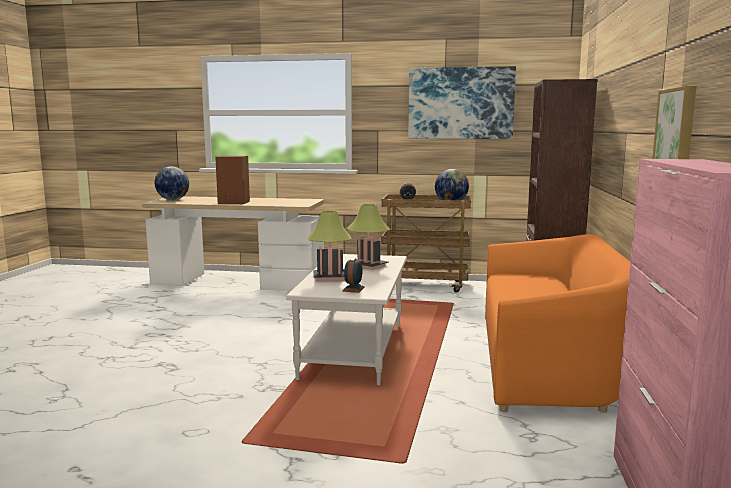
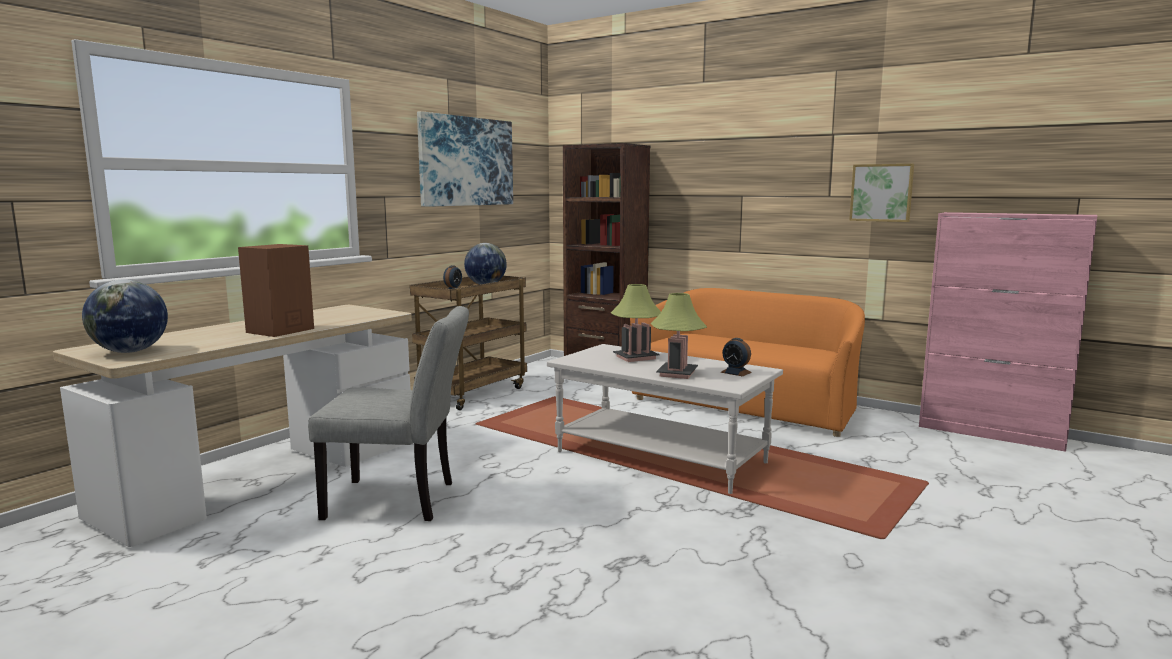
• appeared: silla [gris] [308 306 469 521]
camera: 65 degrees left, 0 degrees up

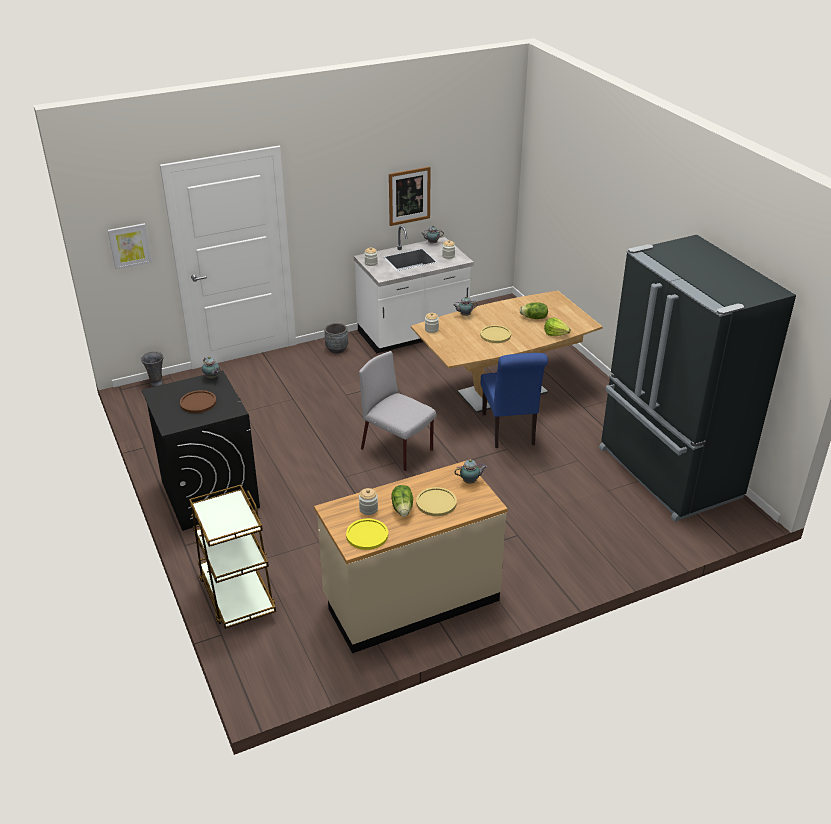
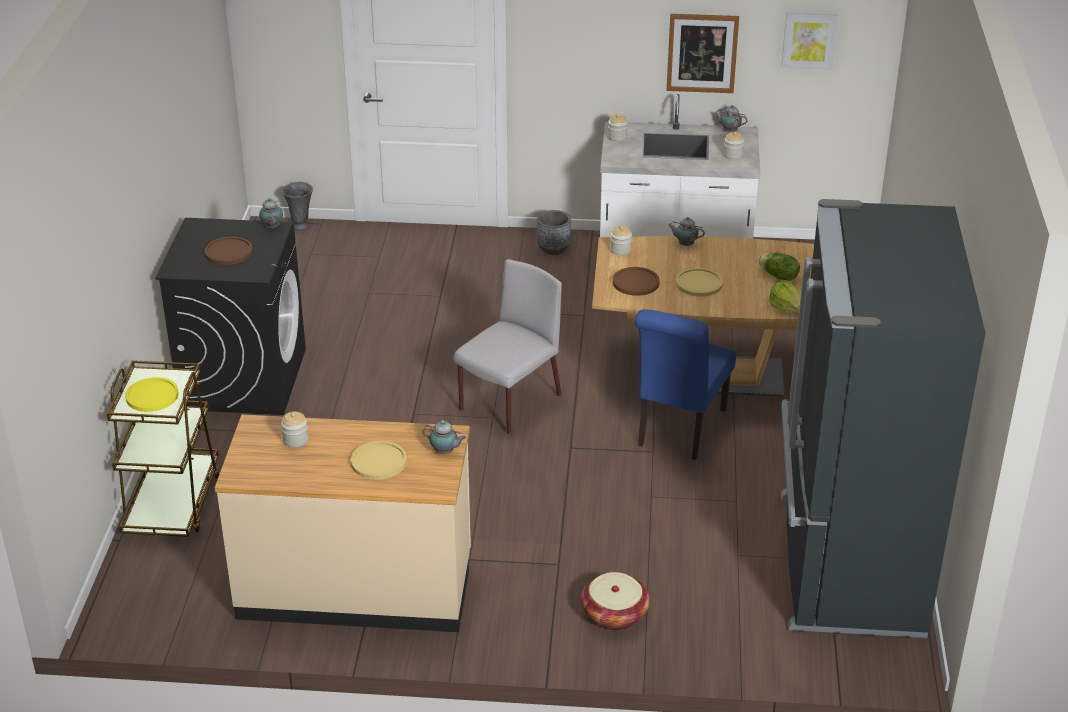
• missing: lechuga [391 485 413 517]
• appeared: cesta [581 572 650 630]
• appeared: plato [marrón] [613 267 660 296]
• relocated: cuadro [108 223 152 270] to [781 13 838 70]
• relocated: plato [amarillo] [346 519 388 550] to [125 377 179 412]
• spun: silla [gris] [359 351 437 471] = [453 259 562 435] 60 degrees clockwise
camera: 30 degrees right, 0 degrees up

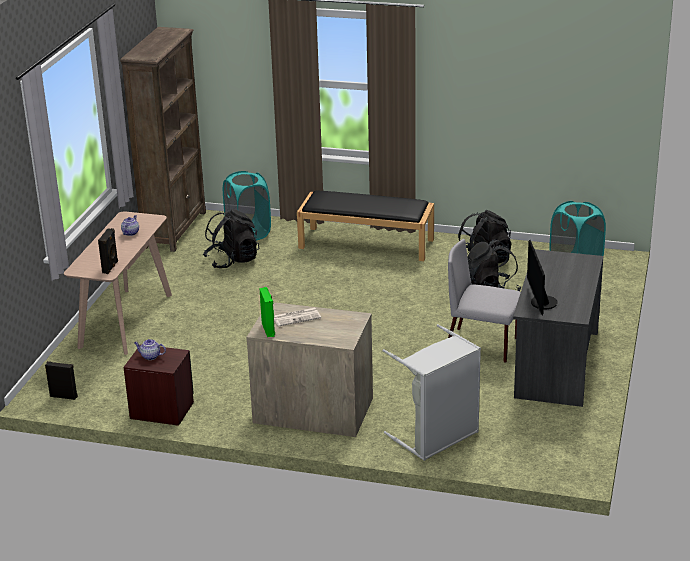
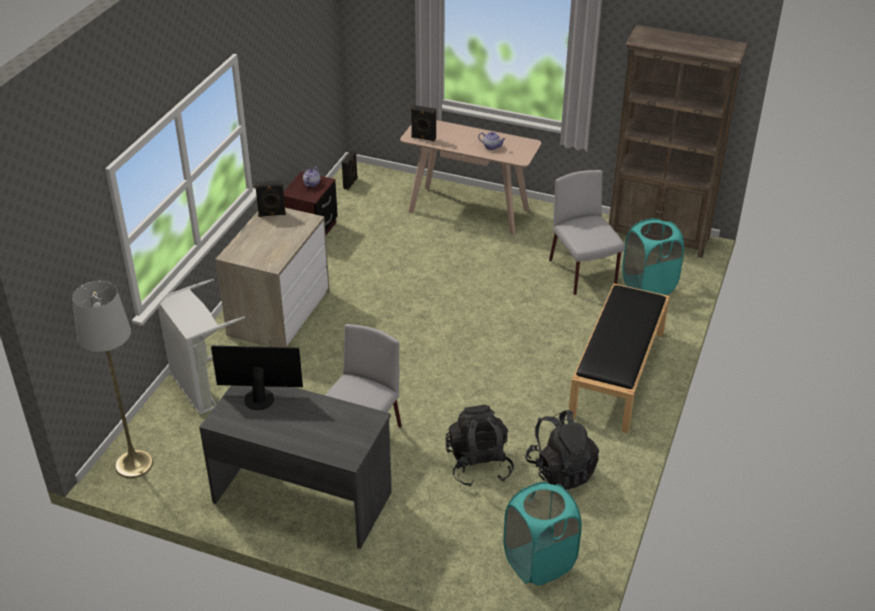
• missing: periódico [274 308 321 326]
• appeared: lámpara de pie [gris] [72 281 153 478]
• exchanged: mochila [negro] [203 209 259 268] to silla [gris] [549 170 625 295]
• colour: altavoz [verde] [259 287 275 337] to altavoz [negro] [255 180 286 217]
camera: 95 degrees right, 10 degrees up

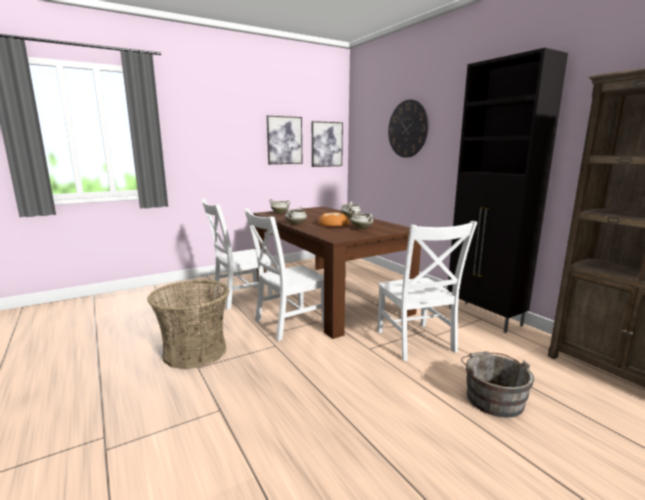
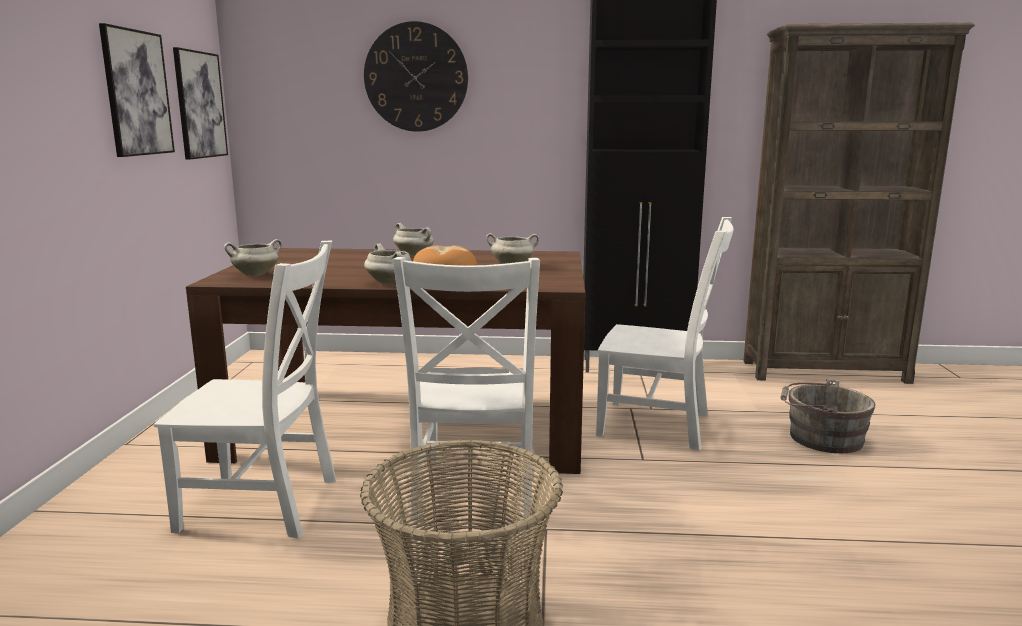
• spun: silla [blanco] [201 199 273 310] = [154 240 336 539] 90 degrees counterclockwise
camera: 55 degrees left, 0 degrees up

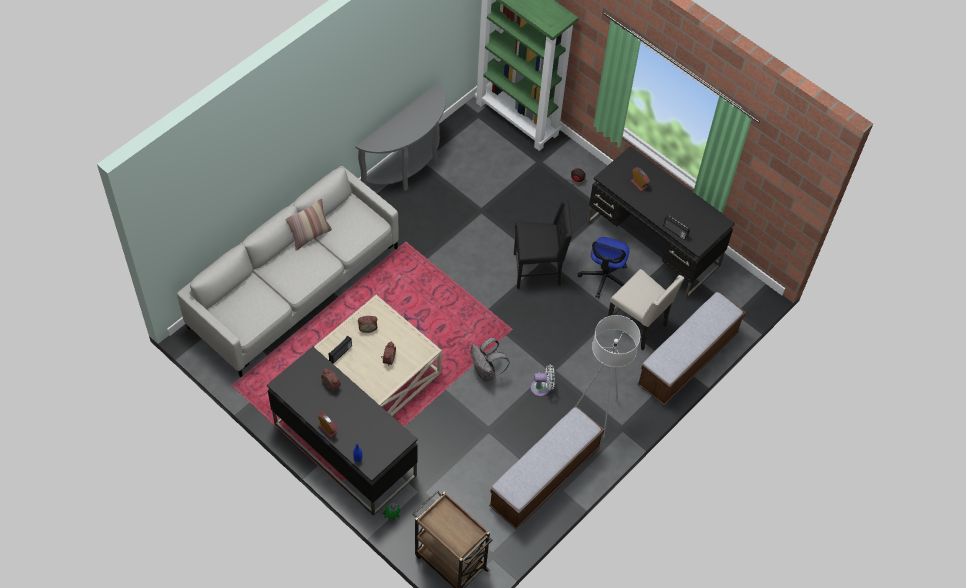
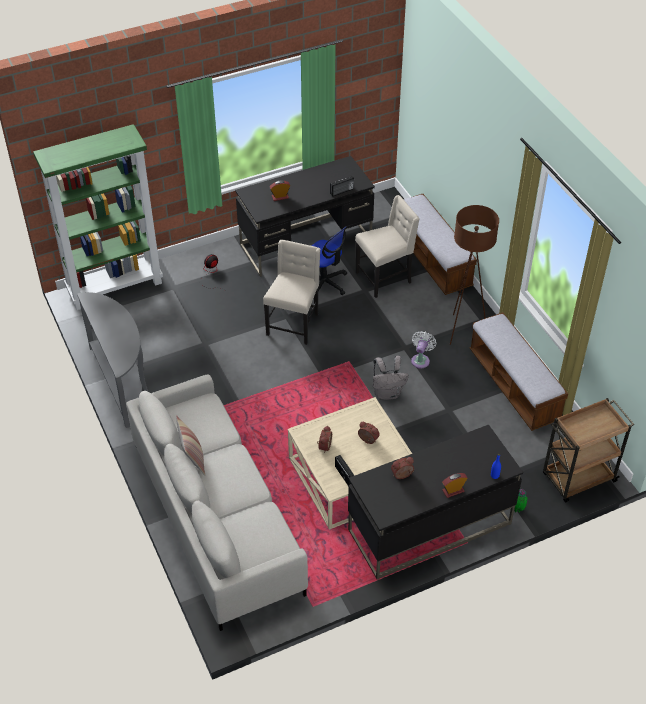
• colour: silla [negro] [514 201 572 289] to silla [beis] [263 240 320 345]
• colour: lámpara de pie [blanco] [575 315 640 438] to lámpara de pie [marrón] [450 205 499 345]
camera: 65 degrees left, 10 degrees down

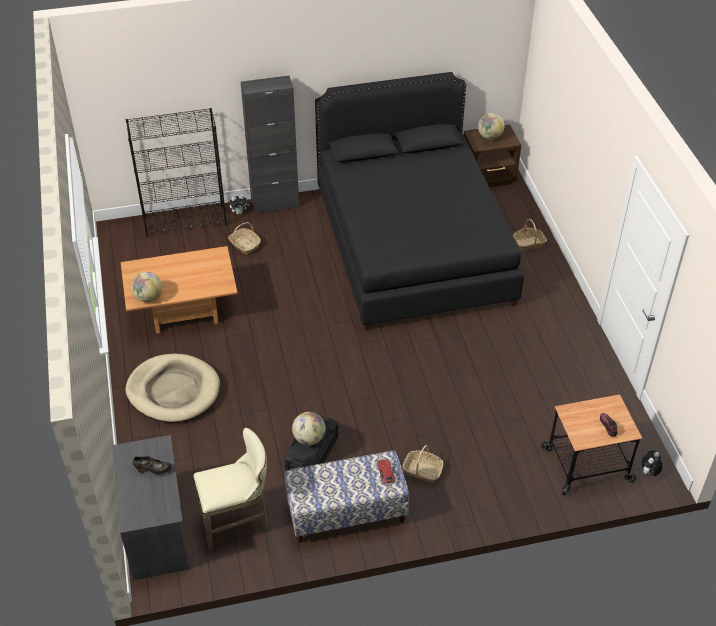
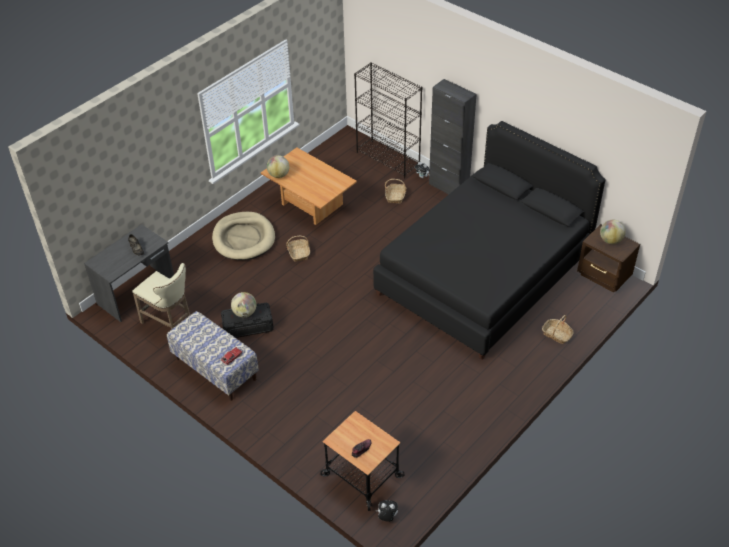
• relocated: cesta [403 445 444 483] to [286 236 310 262]
camera: 55 degrees right, 0 degrees up

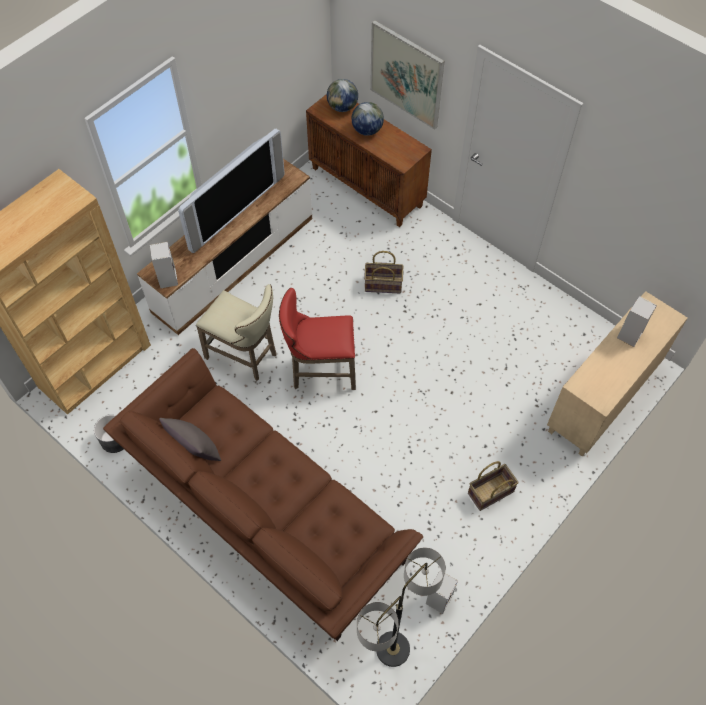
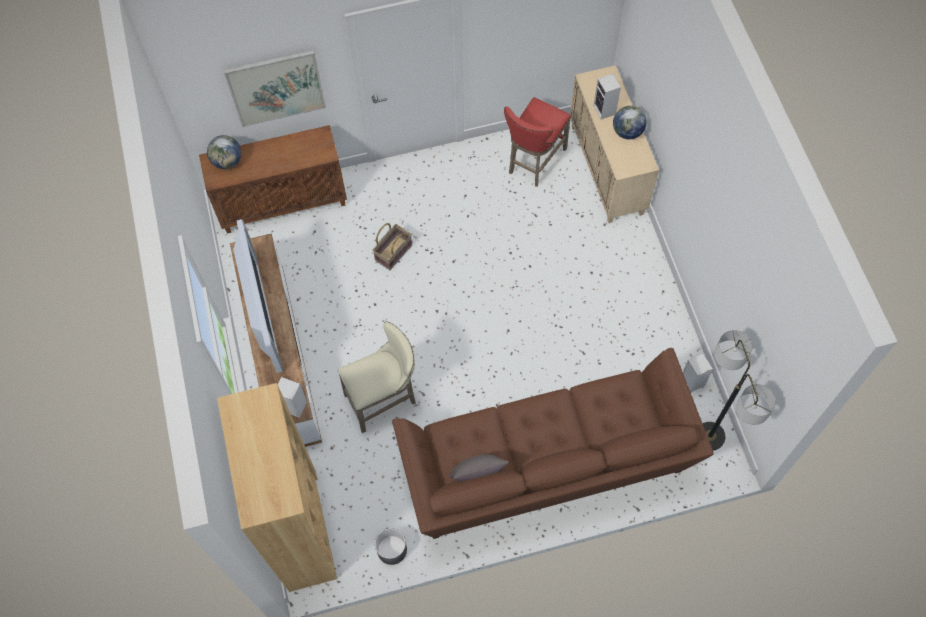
• missing: cesta [468 461 519 511]
• relocated: taburete [rojo] [279 288 356 390] to [504 97 571 187]
• relocated: globo terráqueo [351 102 384 136] to [613 106 647 140]
camera: 55 degrees left, 5 degrees up

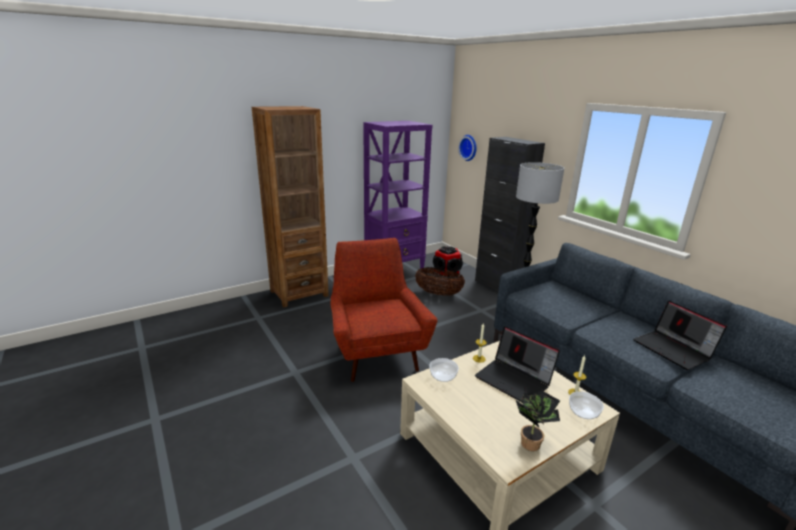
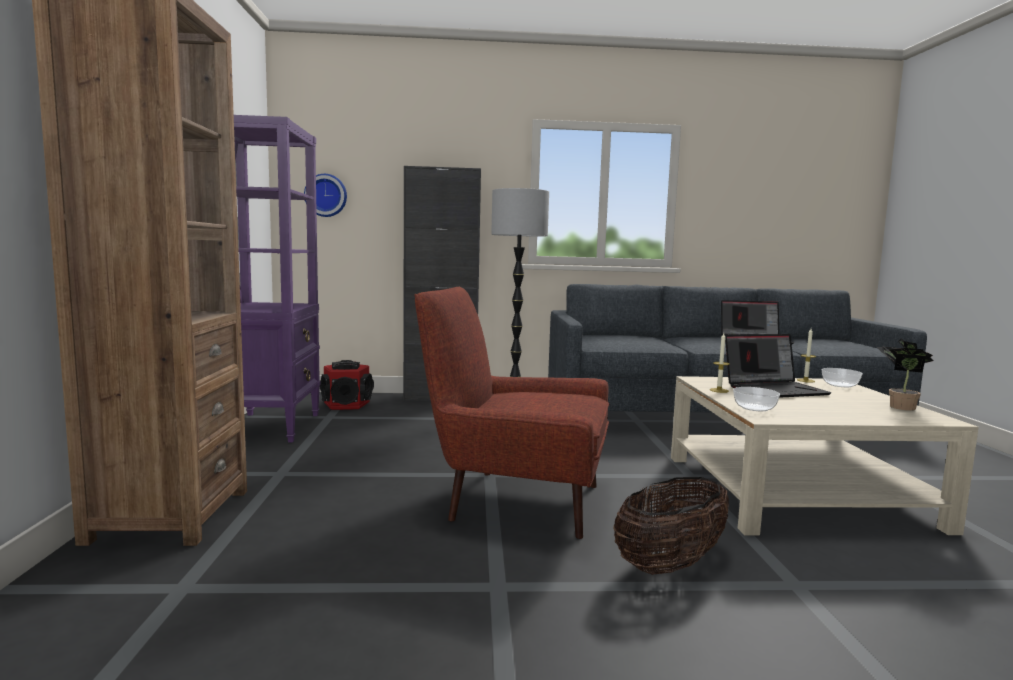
• relocated: cesta [415 267 465 296] to [613 477 729 575]
camera: 60 degrees left, 15 degrees down

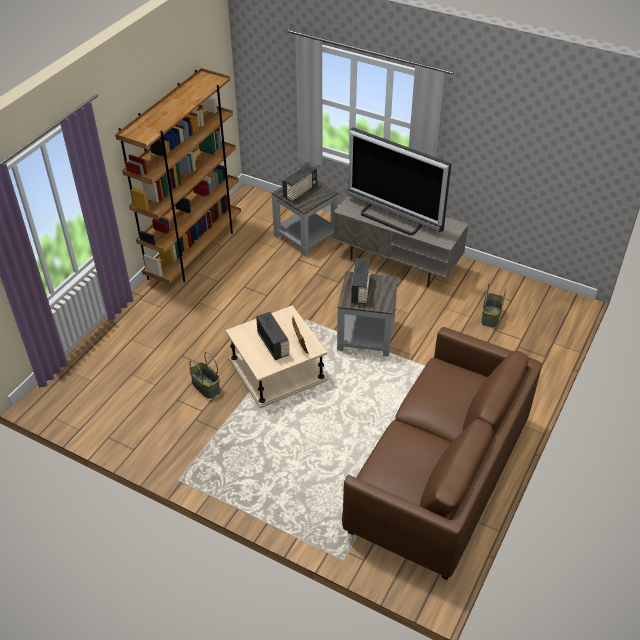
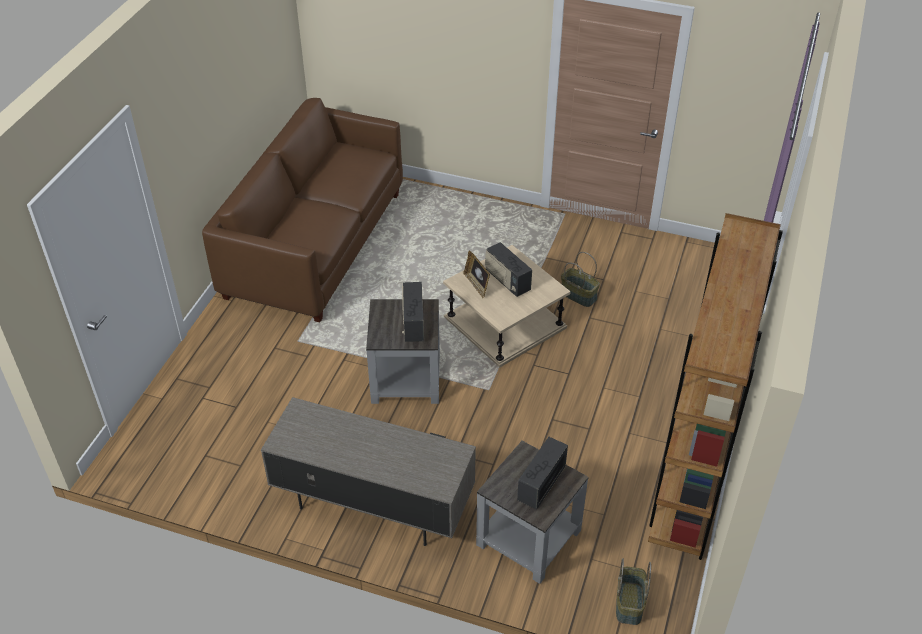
• missing: televisor [348 127 452 235]
• relocated: cesta [481 284 506 327] to [616 558 651 625]
camera: 170 degrees right, 0 degrees up

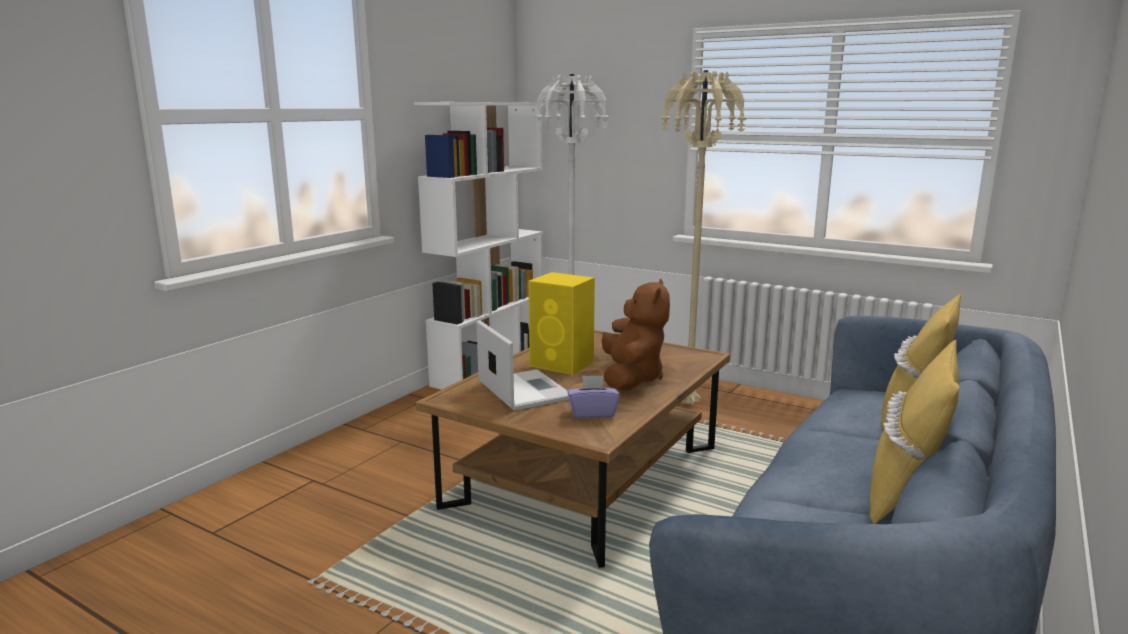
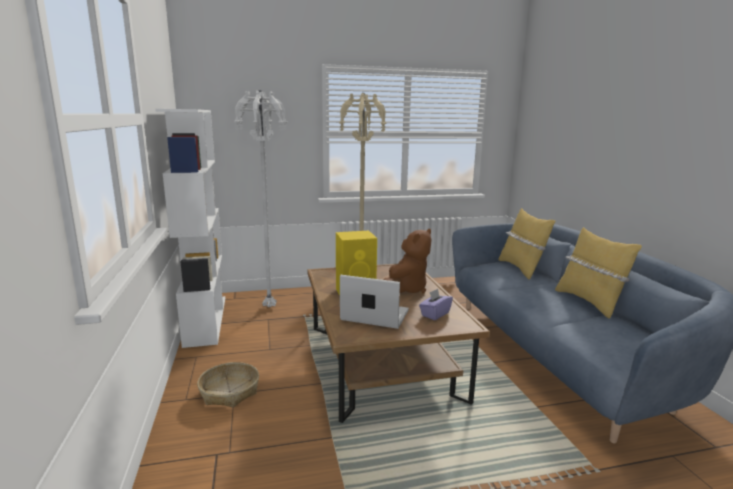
• appeared: cesta [197 362 259 407]
• spun: peluche [marrón] [602 279 670 391] = [383 229 431 293] 75 degrees clockwise
camera: 45 degrees left, 0 degrees up

